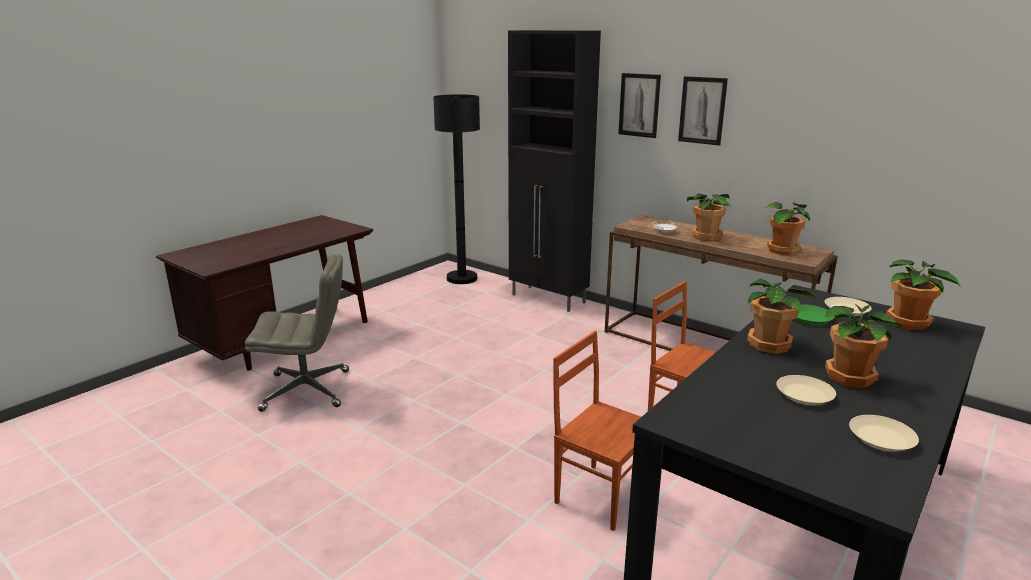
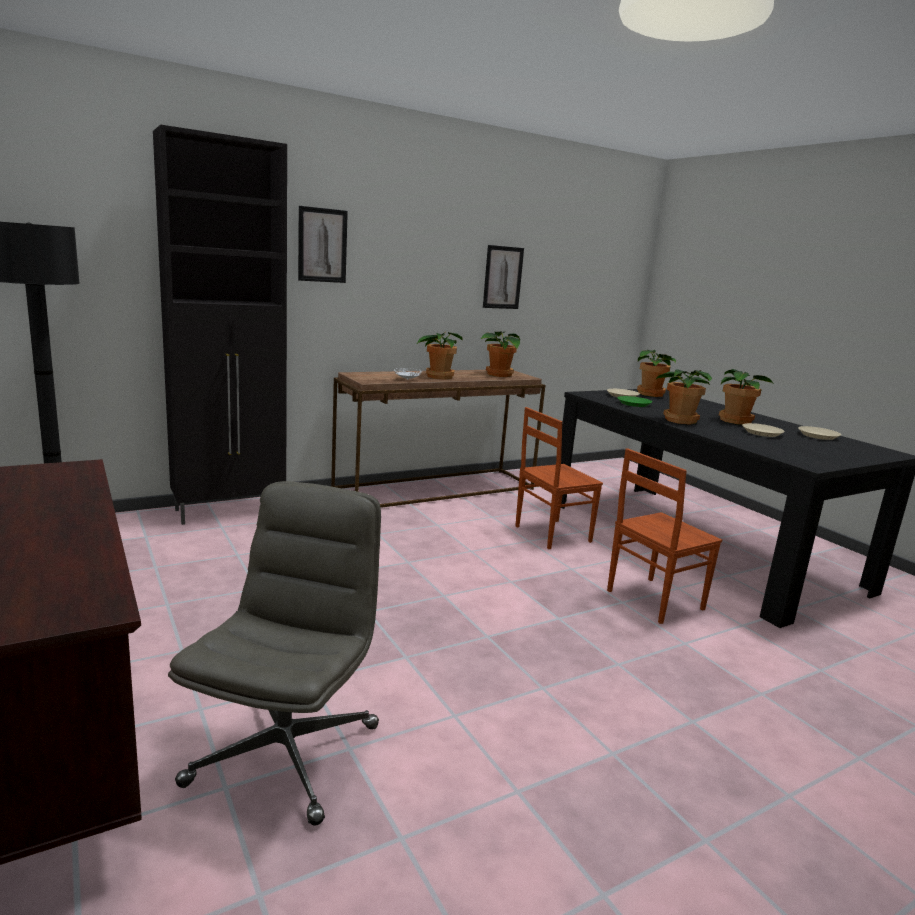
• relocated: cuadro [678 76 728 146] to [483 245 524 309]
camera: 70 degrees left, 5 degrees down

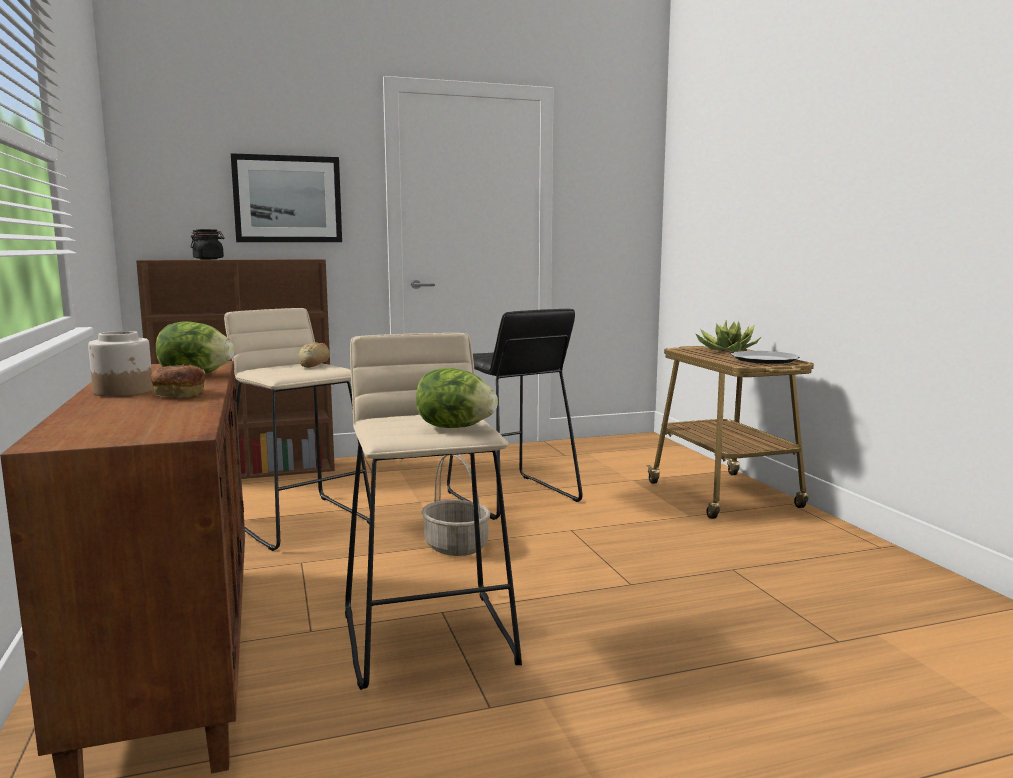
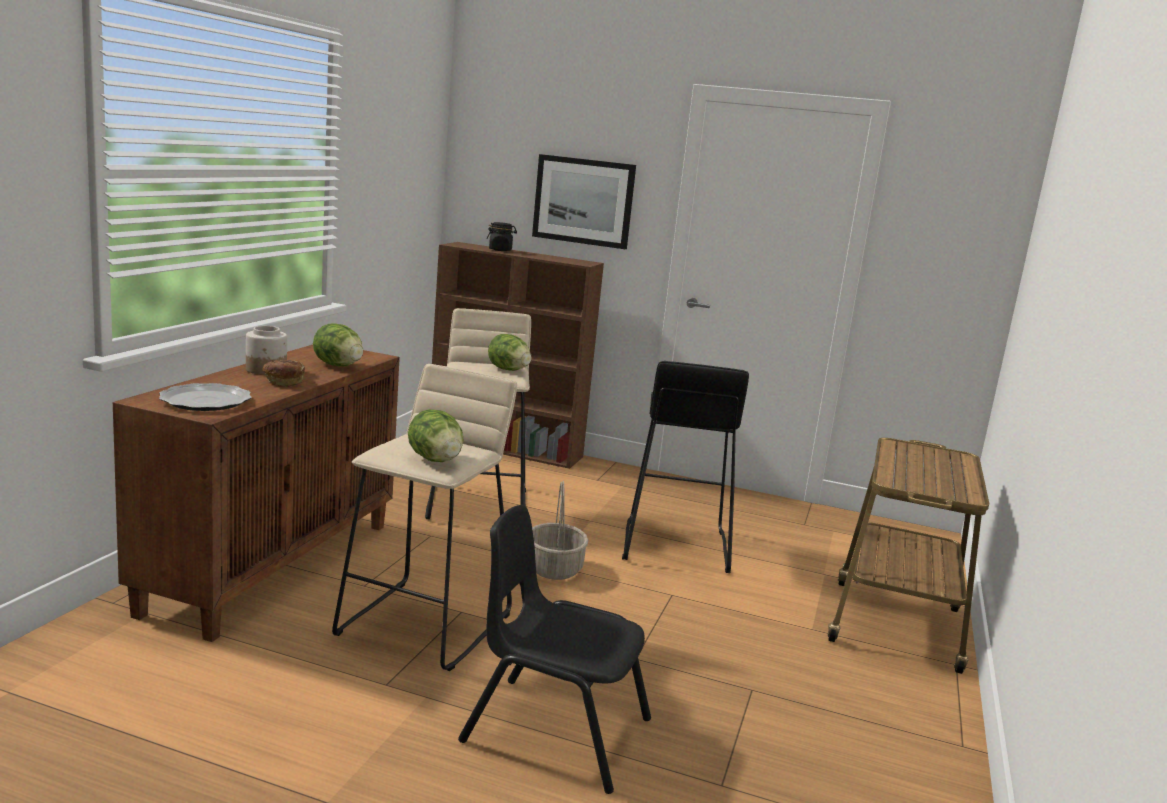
• missing: planta en maceta [695 321 761 352]
• appeared: silla [negro] [458 505 651 794]
• relocated: plato [731 351 800 364] to [159 383 252 411]
• exchanged: pan [298 342 330 368] to lechuga [488 334 531 371]
camera: 35 degrees right, 5 degrees up

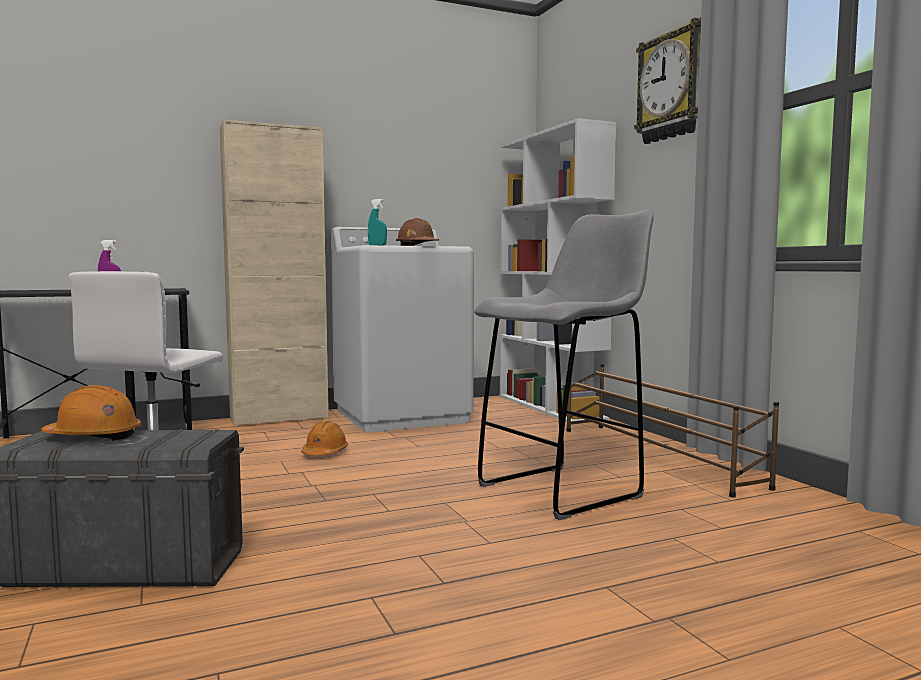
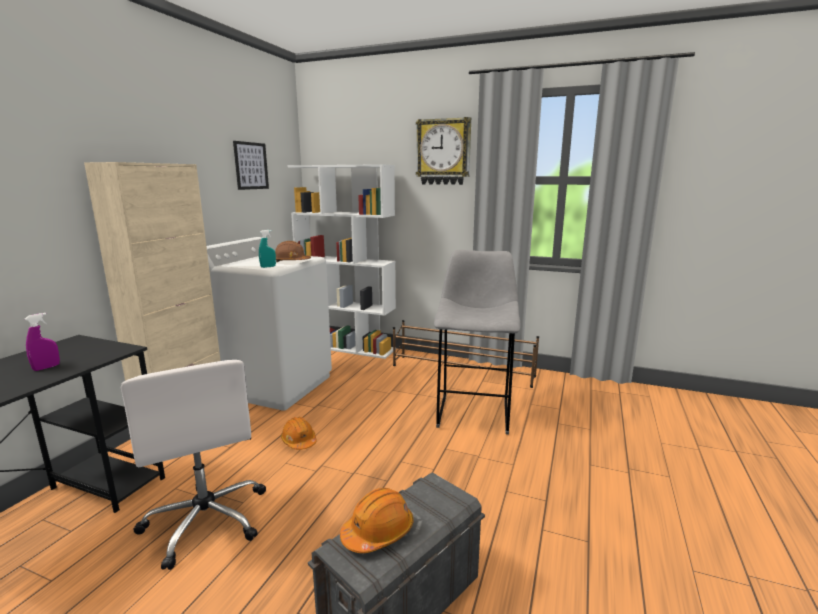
• appeared: cuadro [233 141 269 190]
camera: 45 degrees left, 10 degrees up

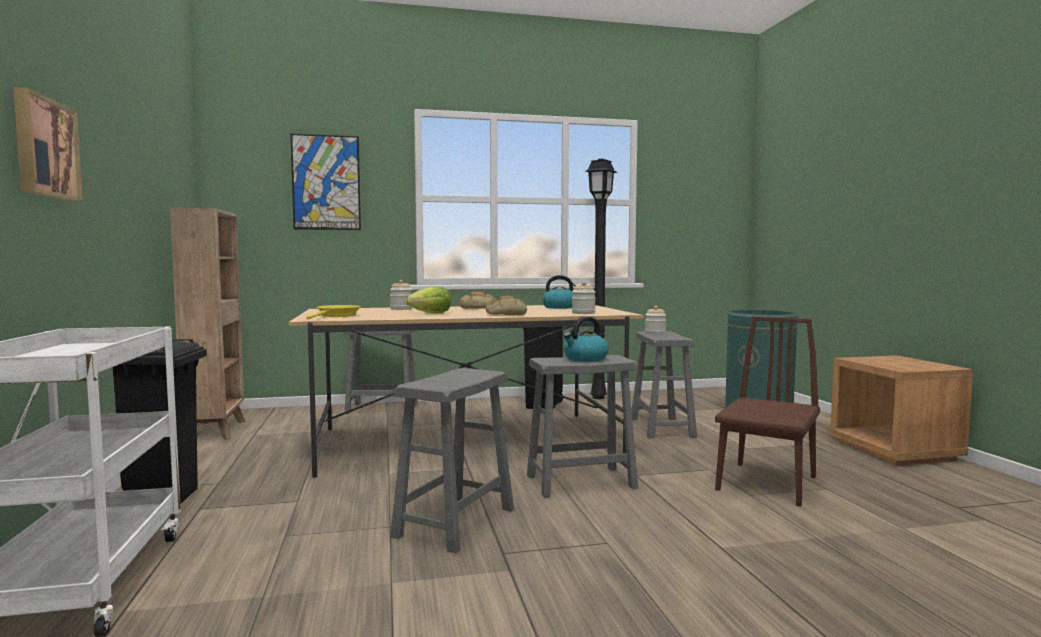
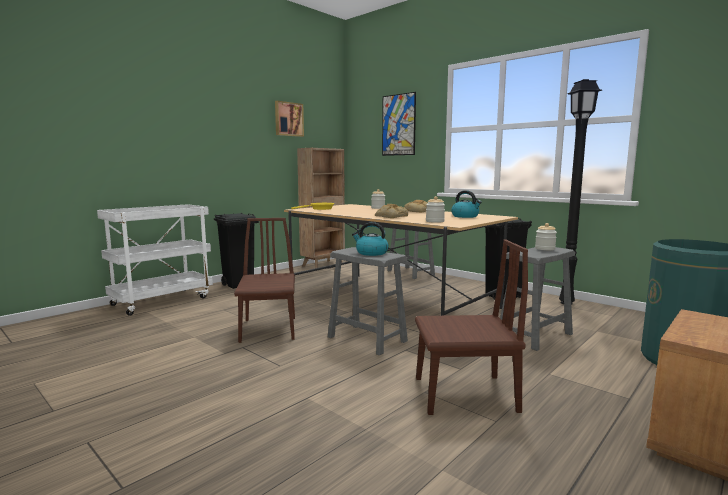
• missing: lechuga [406 286 451 314]
• relocated: cuadro [13 87 83 201] to [275 101 304 137]
• exchanged: taburete [gris] [390 368 514 553] to silla [marrón] [234 218 295 343]
camera: 55 degrees right, 5 degrees up

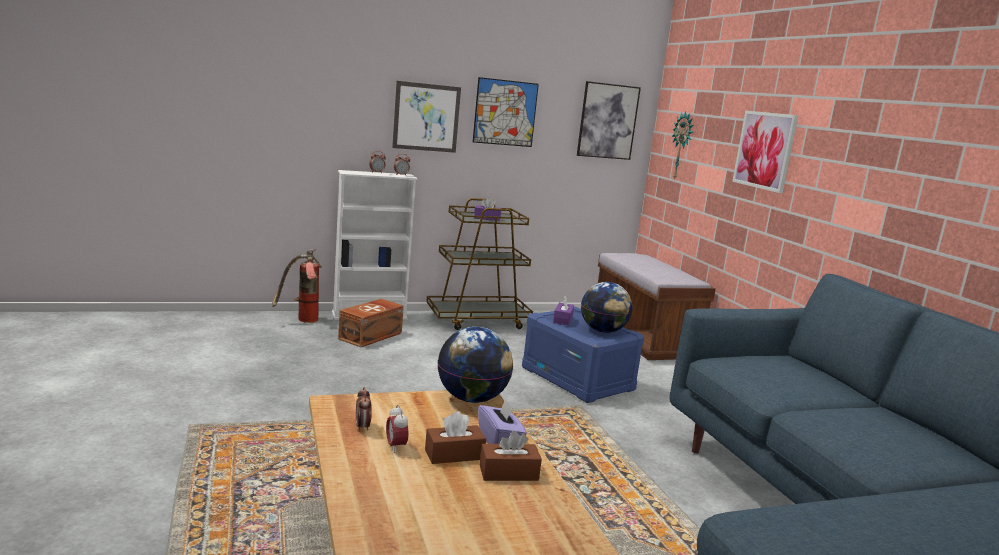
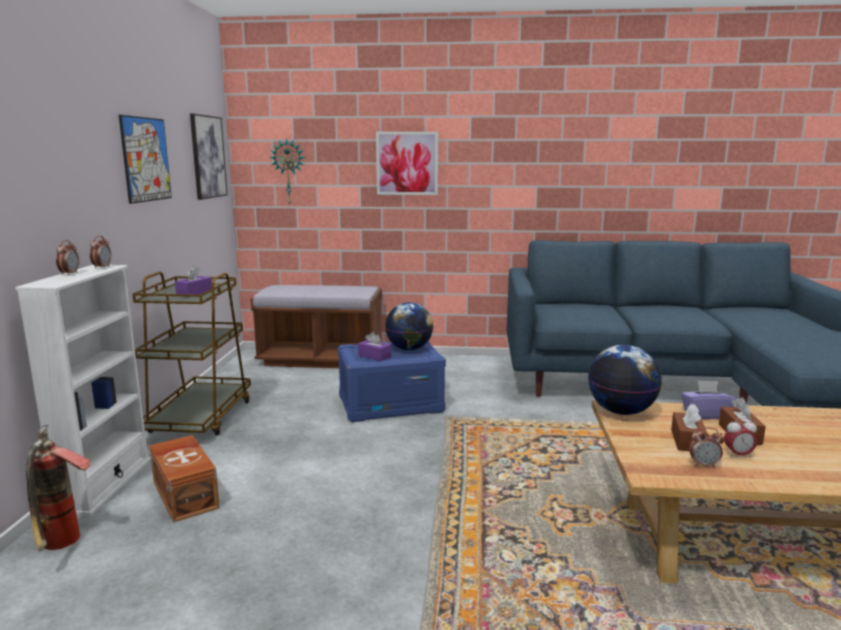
• missing: cuadro [392 81 461 153]
• relocated: caja de pañuelos [marrón] [480 430 542 481] to [671 404 708 451]
camera: 65 degrees left, 0 degrees up

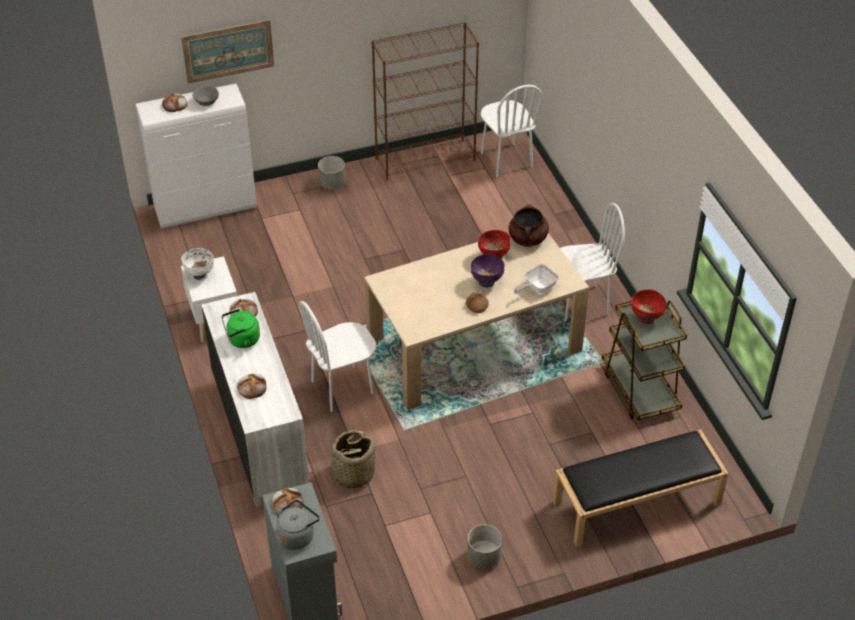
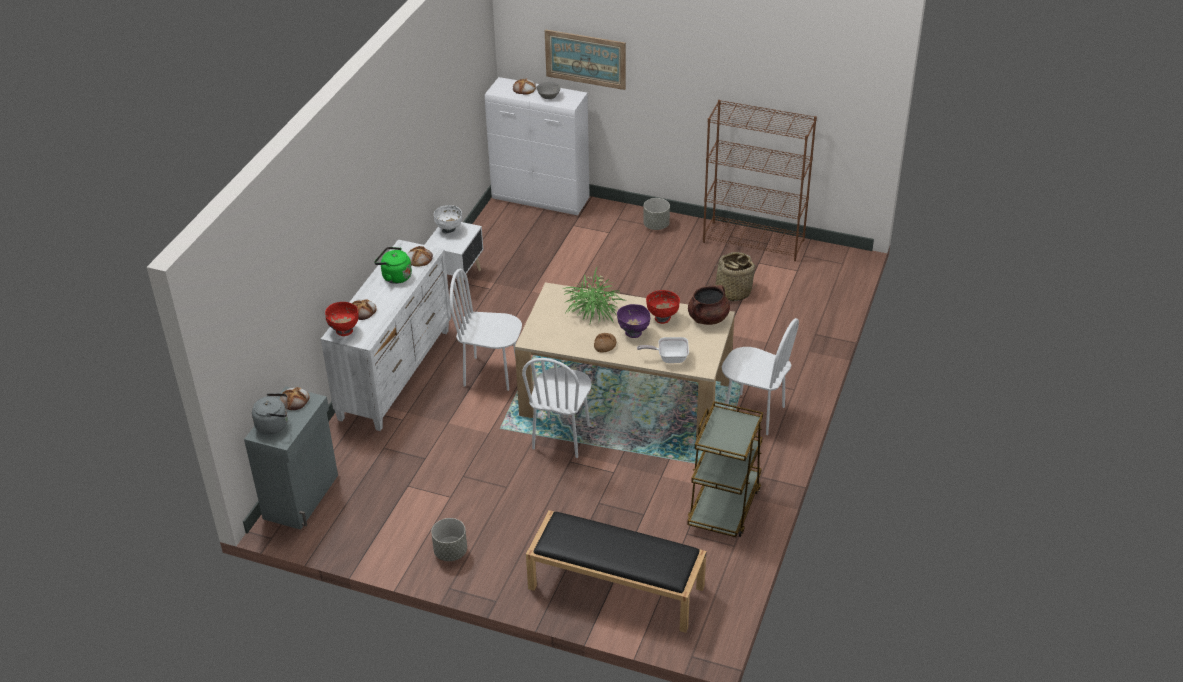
• appeared: planta en maceta [563 267 627 326]
• relocated: cesta [327 430 375 488] to [707 252 755 301]
• relocated: silla [blanco] [481 85 542 177] to [522 358 591 458]
• relocated: cuenco [rojo] [631 290 667 324] to [325 302 359 336]
camera: 40 degrees right, 5 degrees down

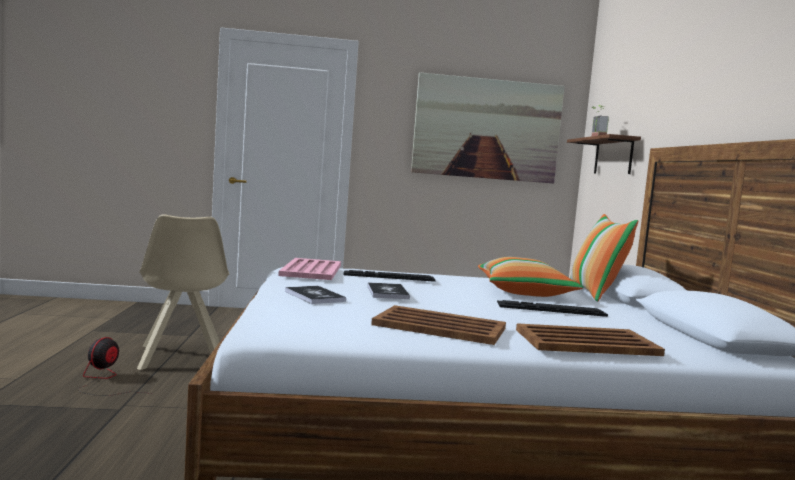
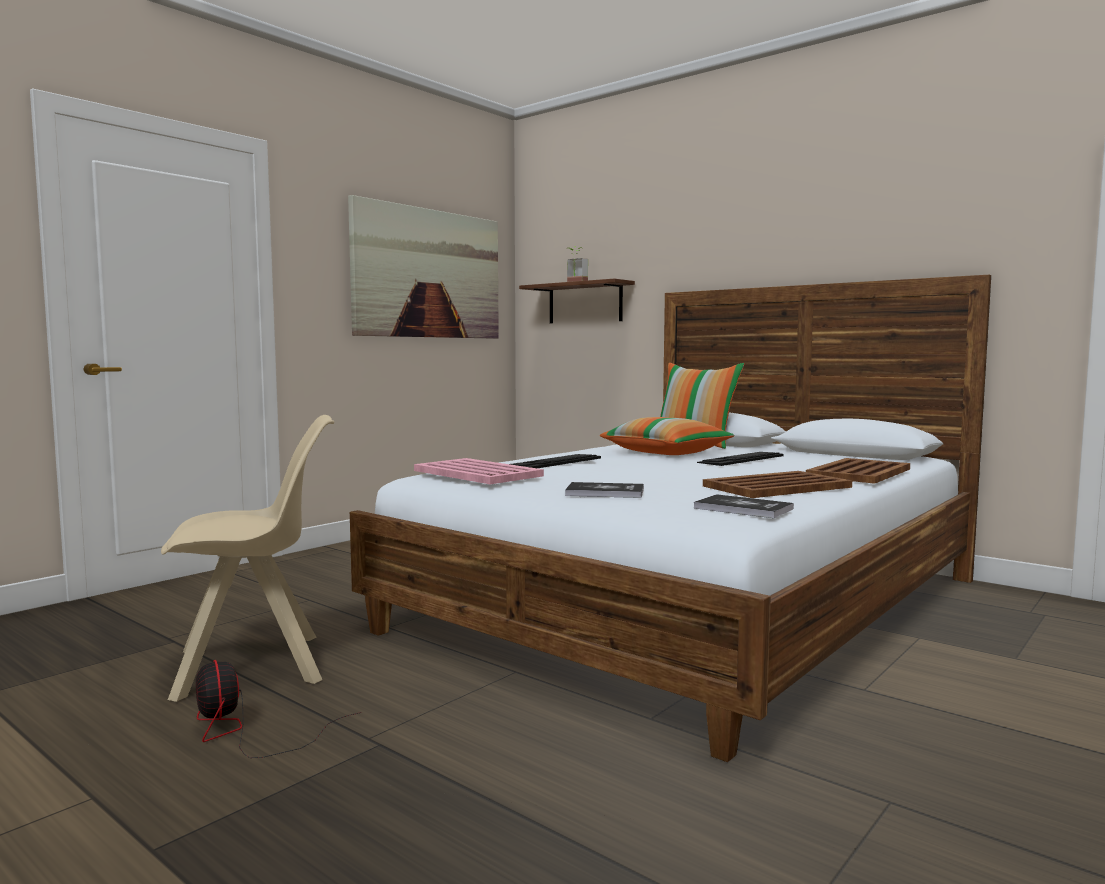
• relocated: libro [367 282 410 299] to [694 494 794 518]
• spun: silla [beis] [137 214 229 370] = [161 415 334 702] 45 degrees counterclockwise
camera: 45 degrees left, 0 degrees up

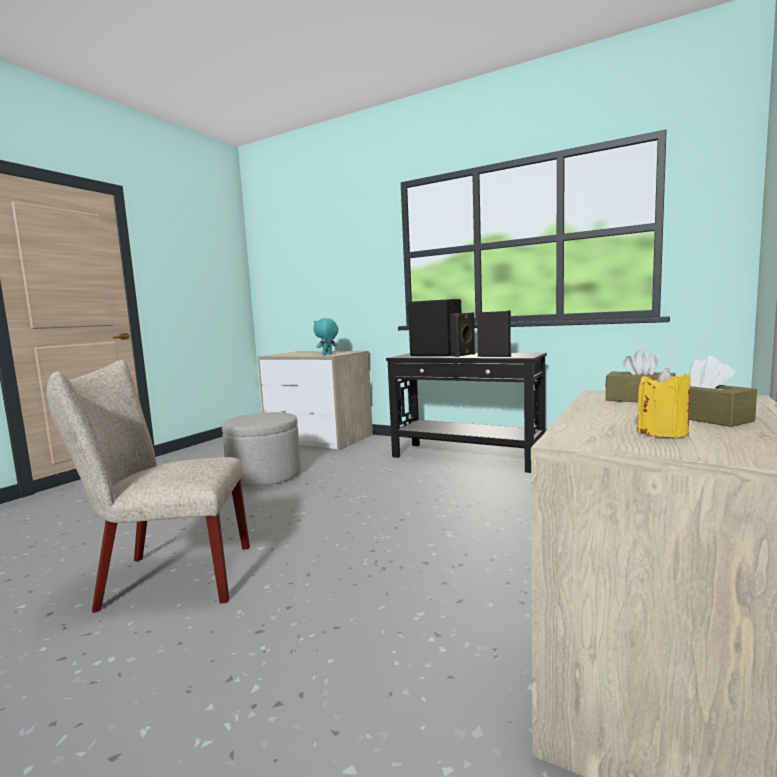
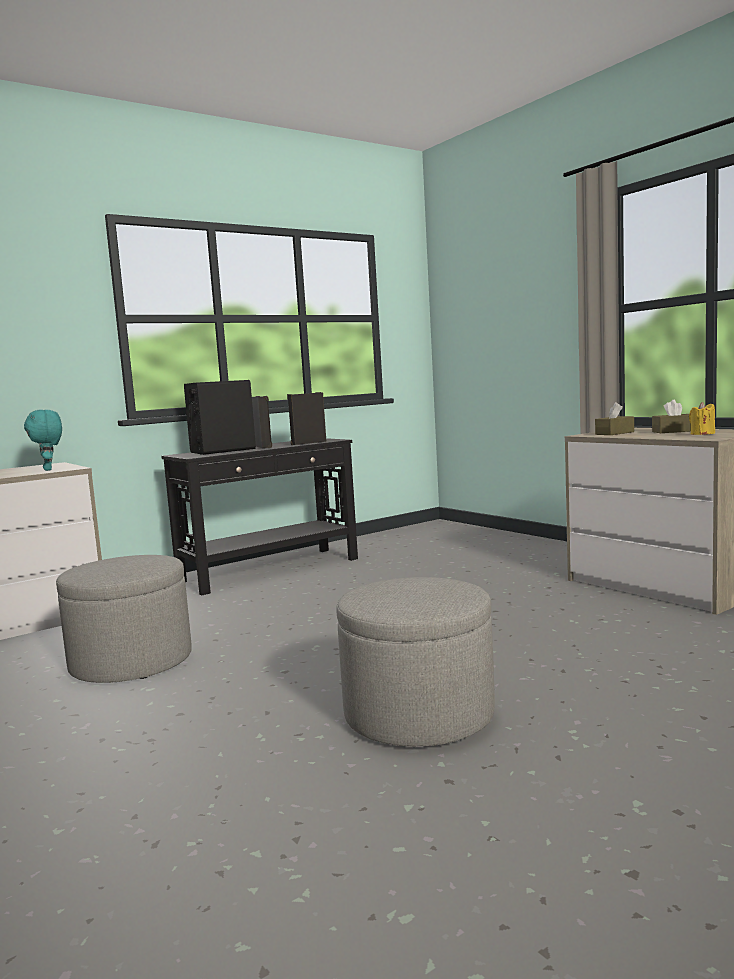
• exchanged: silla [beis] [47 360 250 613] to puf [gris] [336 577 495 747]
camera: 65 degrees left, 0 degrees up

